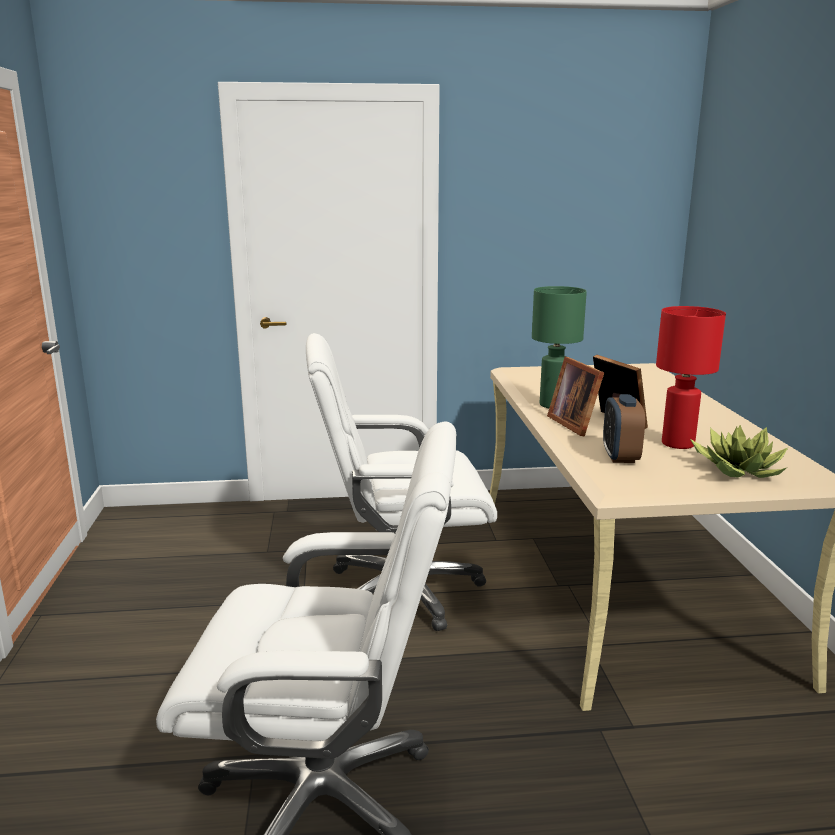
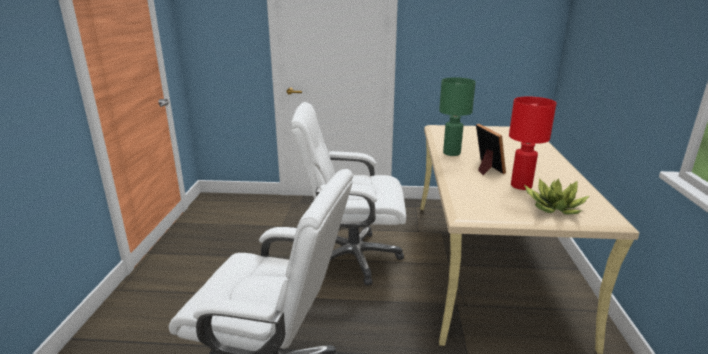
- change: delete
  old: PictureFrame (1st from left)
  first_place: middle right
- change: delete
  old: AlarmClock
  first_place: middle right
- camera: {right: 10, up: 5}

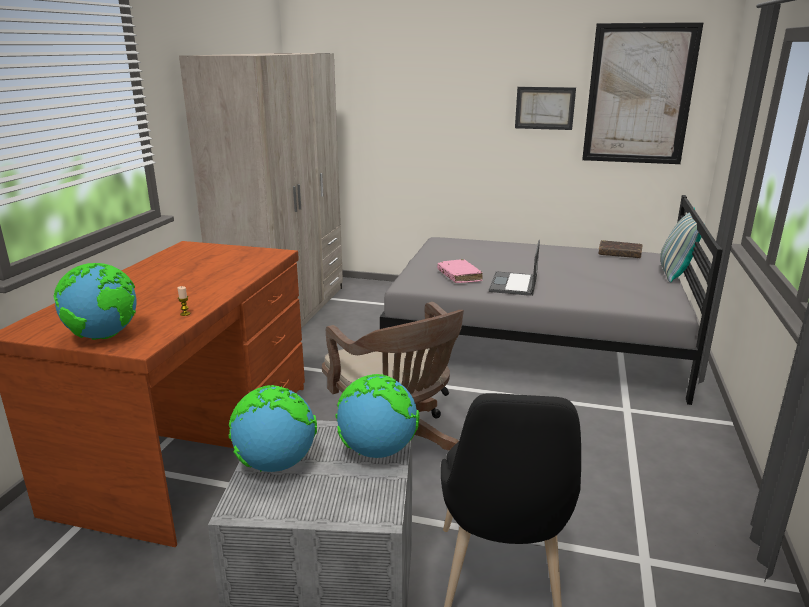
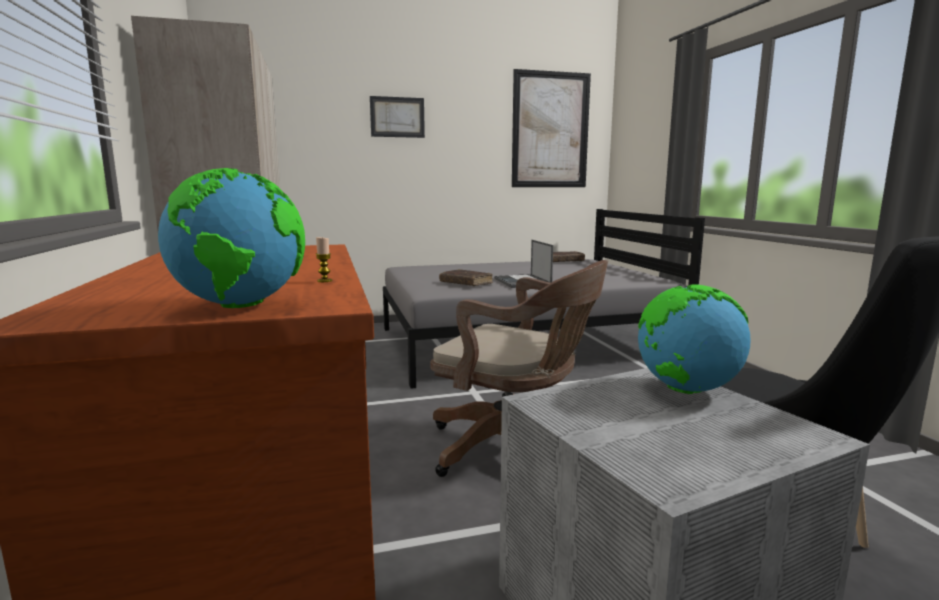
- change: move
  old: Picture (1st from left)
  first_place: top right
  second_place: top centre
- change: delete
  old: Pillow
  first_place: middle right
- change: recolor
  old: PinkBook
  new: BrownBook (1st from left)
  first_place: centre
  second_place: centre
- change: delete
  old: Globe (2nd from left)
  first_place: bottom centre
- camera: {right: -30, up: -10}

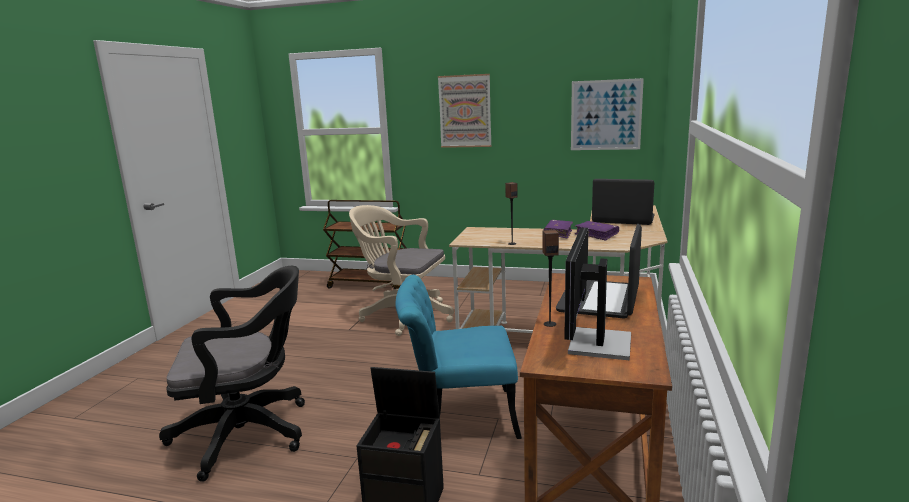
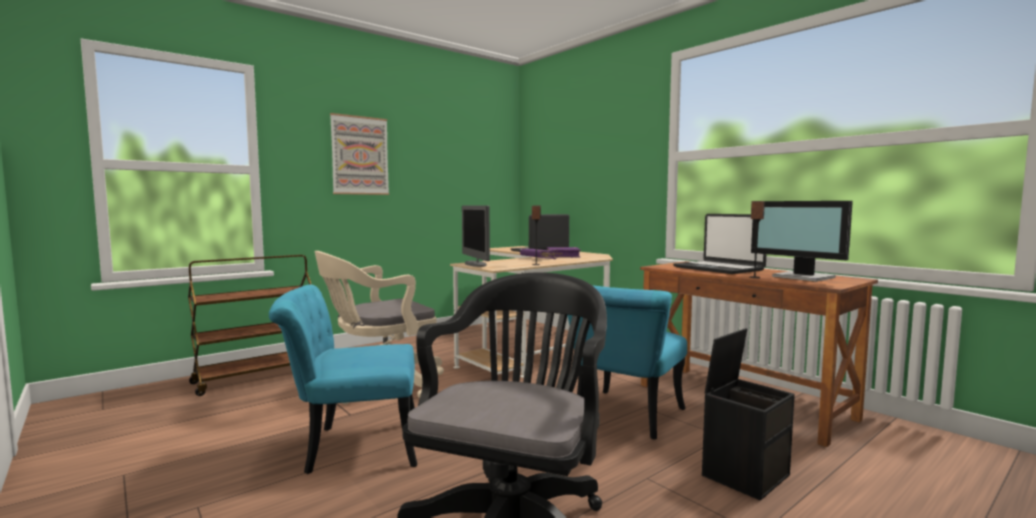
- change: delete
  old: Picture (2nd from left)
  first_place: top right
- change: insert
  new: Monitor (1st from left)
  second_place: centre
- change: insert
  new: TurquoiseChair (1st from left)
  second_place: bottom left
- camera: {right: -55, up: -10}

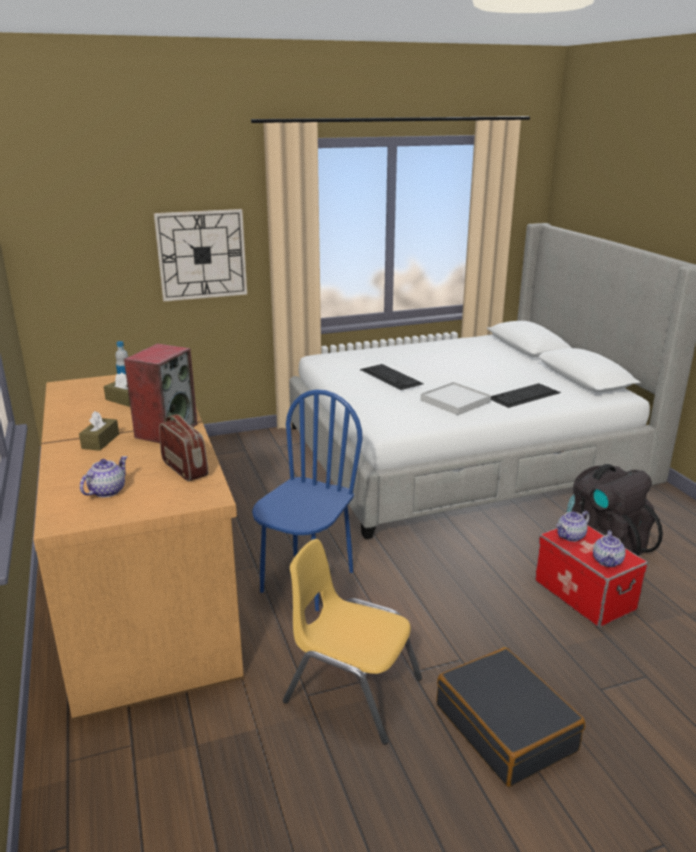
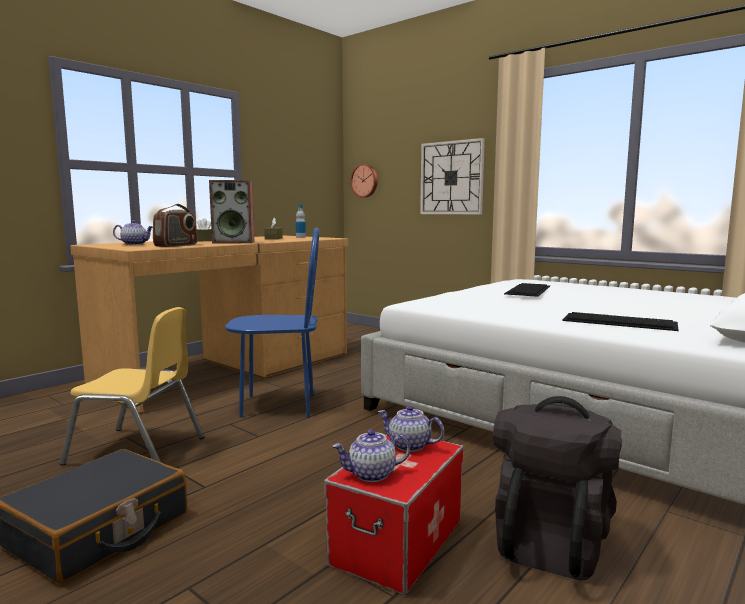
- change: delete
  old: WhiteTray
  first_place: centre
- change: rotate
  old: YellowChair
  first_place: bottom centre
  second_place: middle left
  degrees: 105
- change: insert
  new: WallClock (1st from left)
  second_place: top centre
- camera: {right: 60, up: -15}

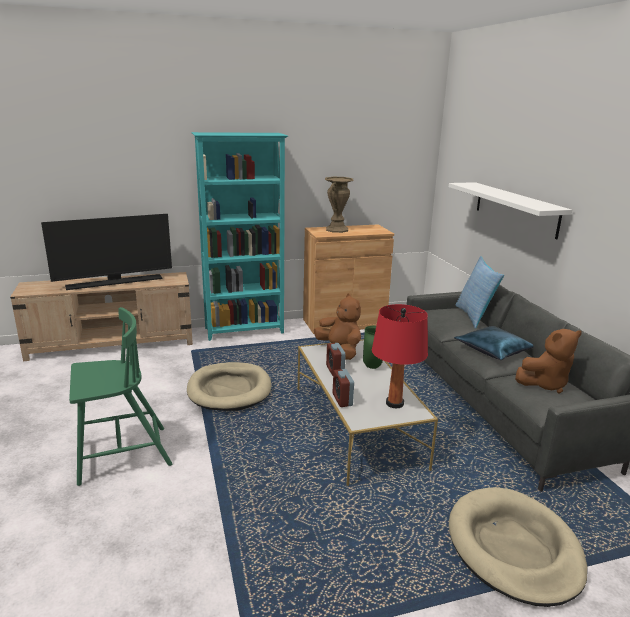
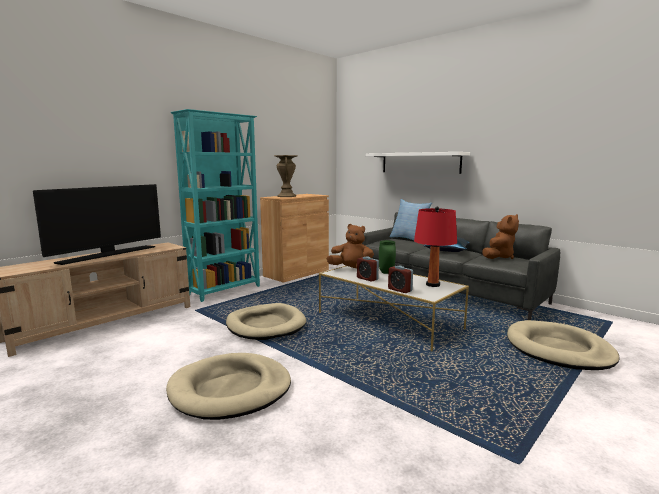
- change: replace
  old: GreenChair
  new: BeigeDogBed (1st from left)
  first_place: middle left
  second_place: bottom centre
- camera: {right: -30, up: -10}

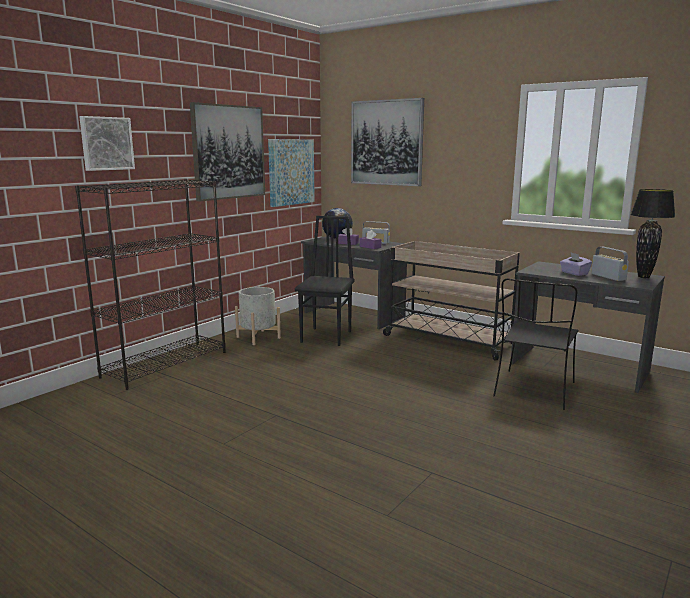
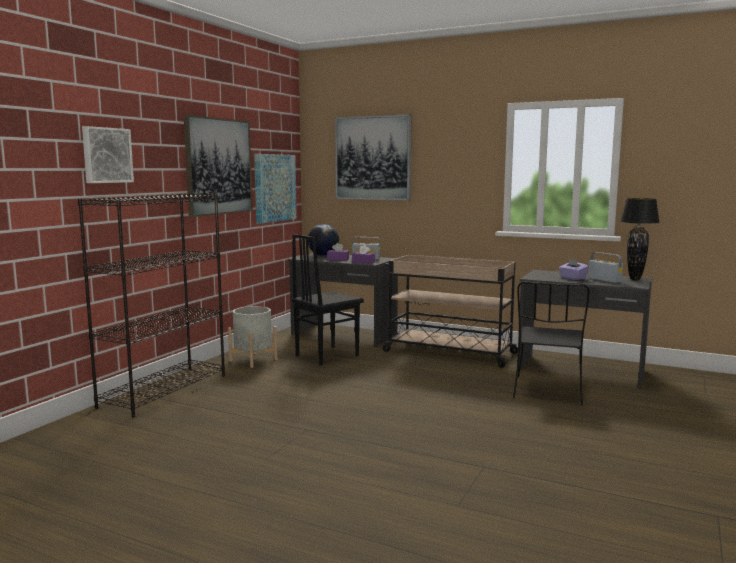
- change: rotate
  old: BlackChair (1st from left)
  first_place: centre
  second_place: centre
  degrees: -135
- camera: {right: -10, up: -5}

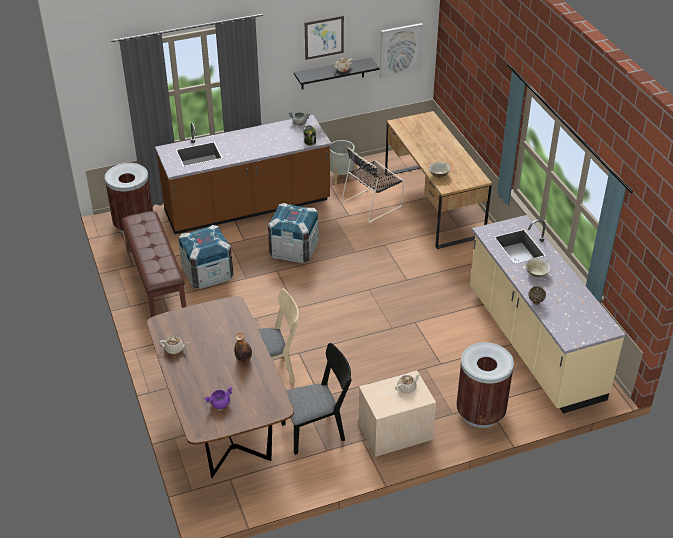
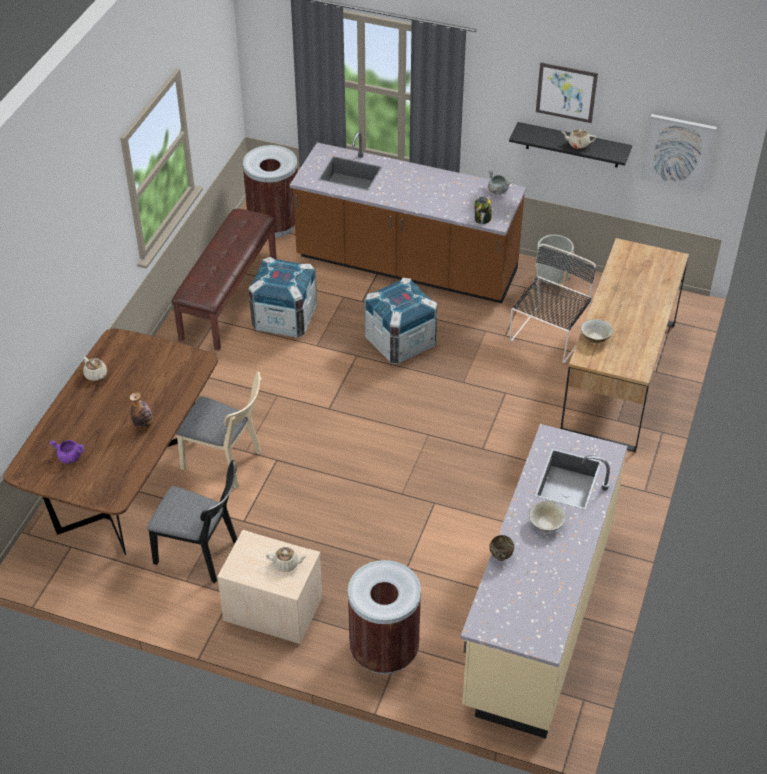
- change: rotate
  old: BlackChair (2nd from left)
  first_place: centre
  second_place: middle right
  degrees: 120
- camera: {right: 40, up: 5}

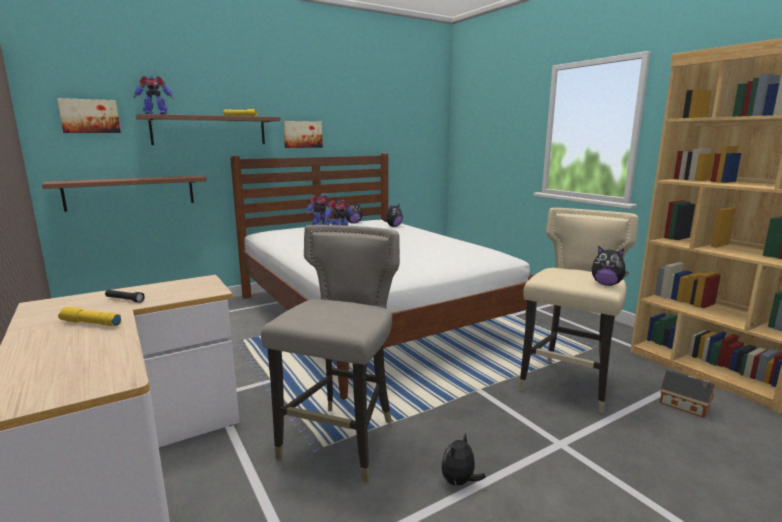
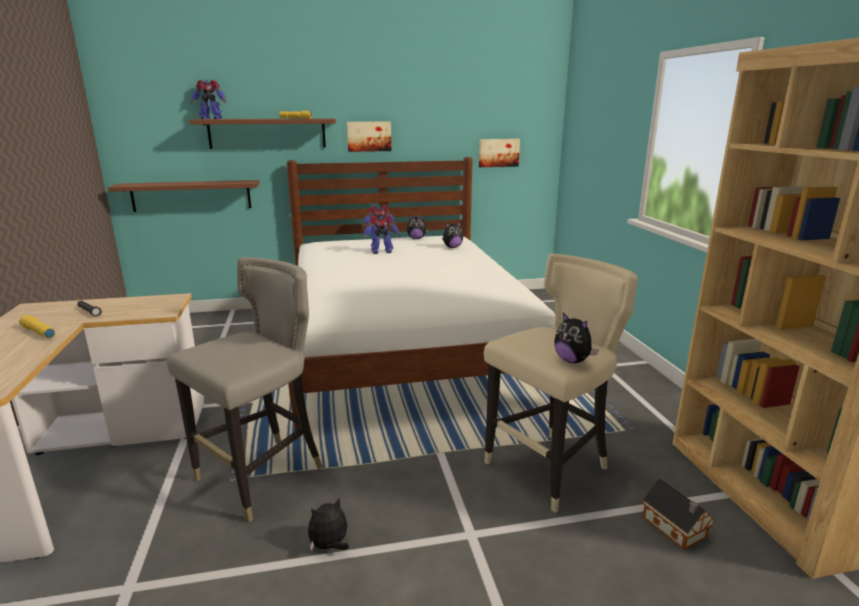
- change: move
  old: Picture (1st from left in the first image)
  new: Picture (2nd from left)
  first_place: top left
  second_place: top centre
- camera: {right: 20, up: 5}

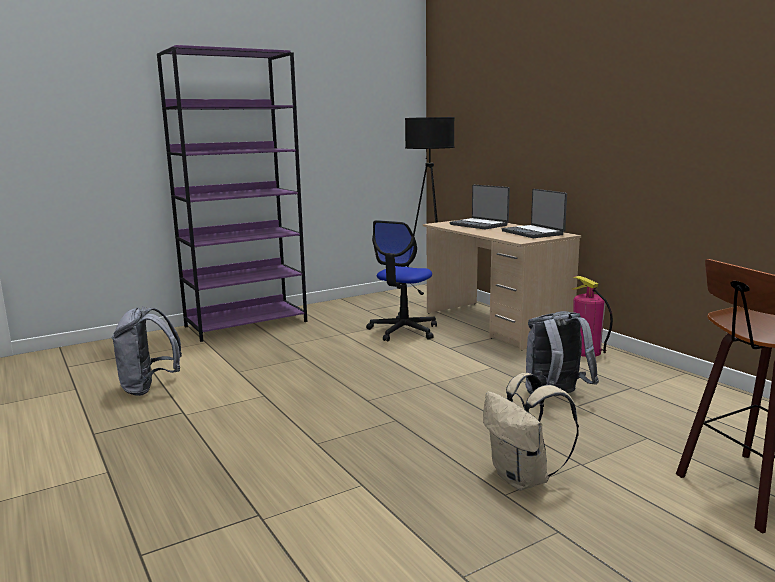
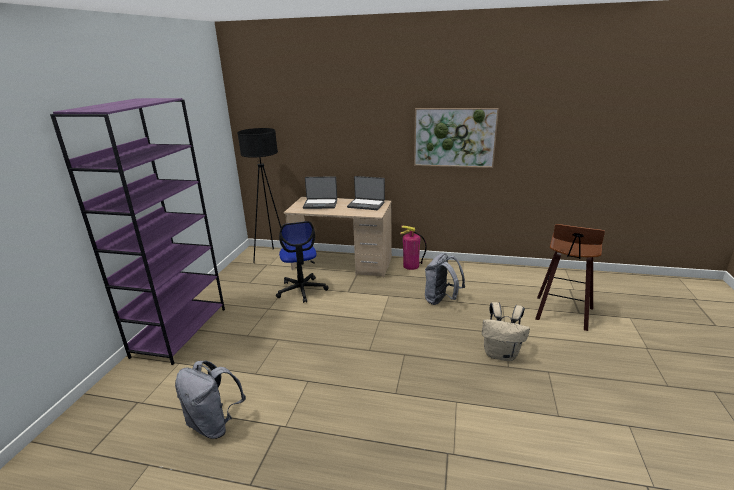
- change: insert
  new: Picture
  second_place: top centre
- camera: {right: -45, up: 10}

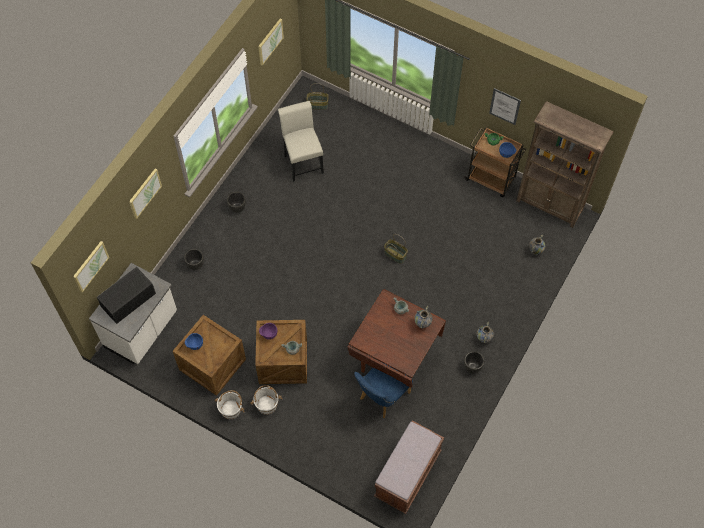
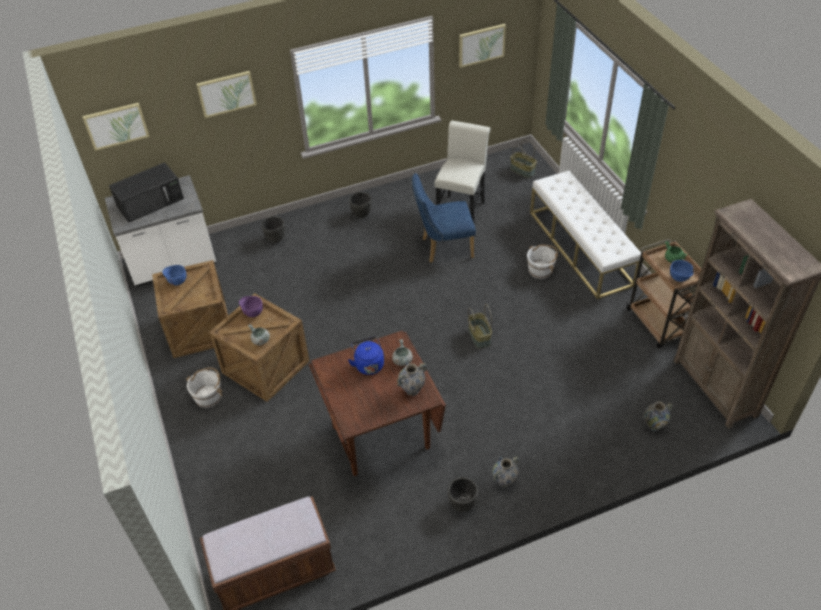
- change: delete
  old: Picture (4th from left)
  first_place: top right
- change: rotate
  old: BlackMicrowave
  first_place: middle left
  second_place: top left
  degrees: 150
- change: move
  old: BlueChair
  first_place: bottom centre
  second_place: centre
- change: move
  old: WhiteBucket (1st from left in the first image)
  new: WhiteBucket (2nd from left)
  first_place: bottom left
  second_place: centre
- change: insert
  new: WhiteBench
  second_place: middle right
- change: insert
  new: BlueKettle
  second_place: centre
- camera: {right: 40, up: -15}

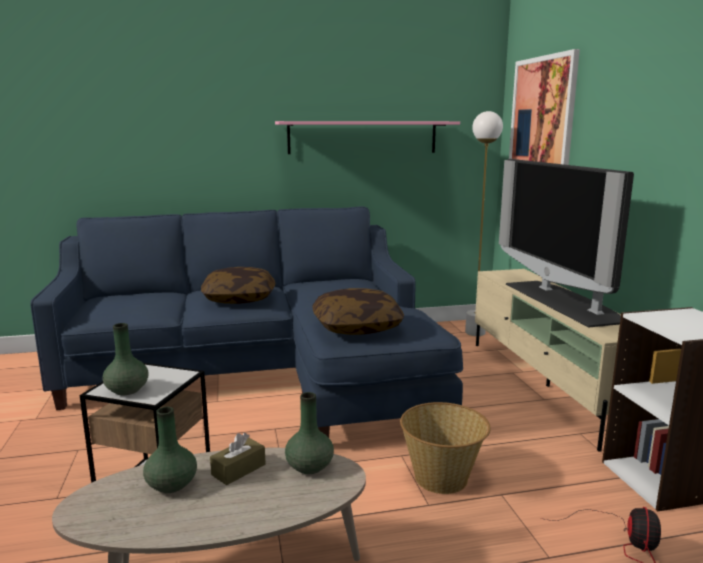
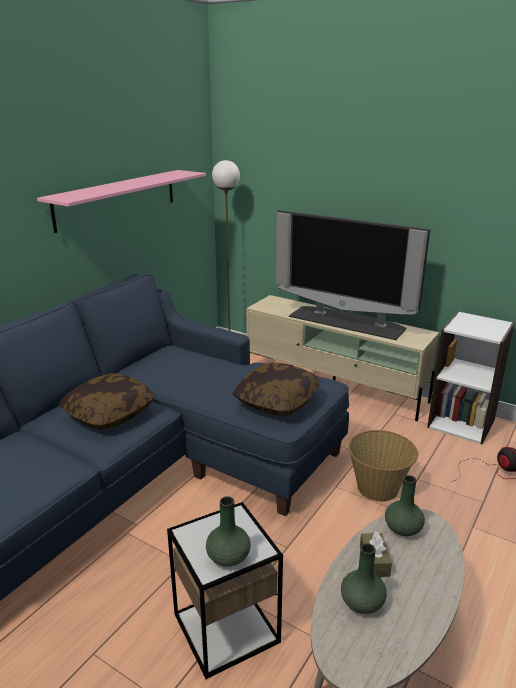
- change: delete
  old: Picture
  first_place: top right
- camera: {right: -45, up: 10}

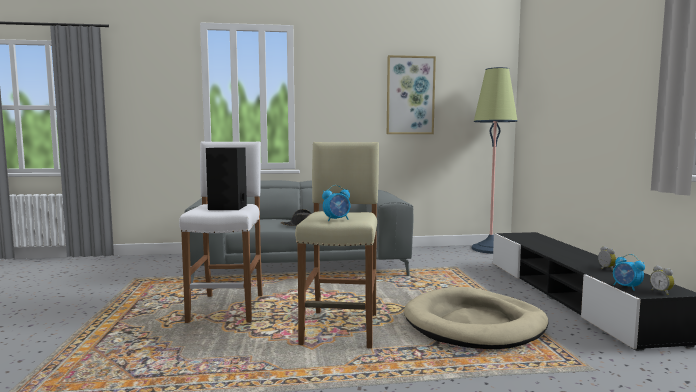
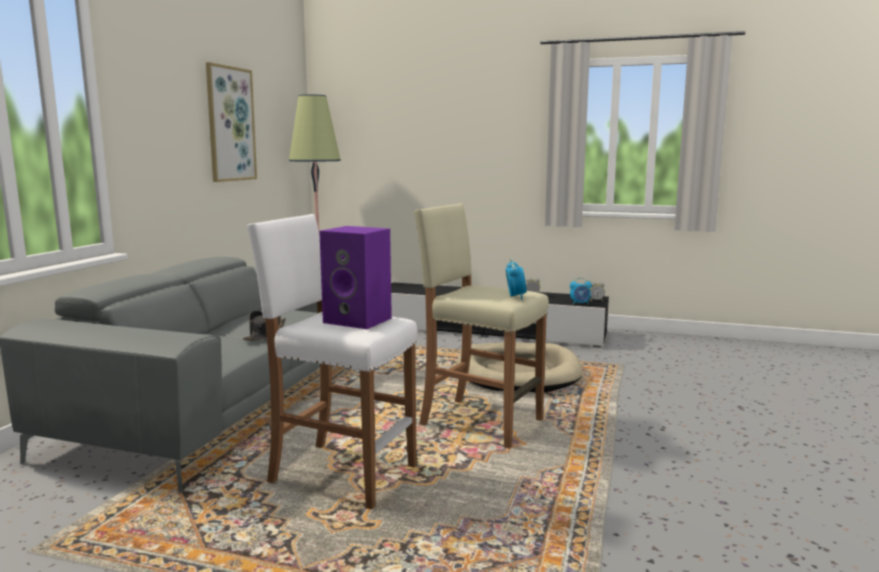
- change: recolor
  old: BlackSpeaker
  new: PurpleSpeaker
  first_place: middle left
  second_place: centre
- camera: {right: -65, up: 5}

